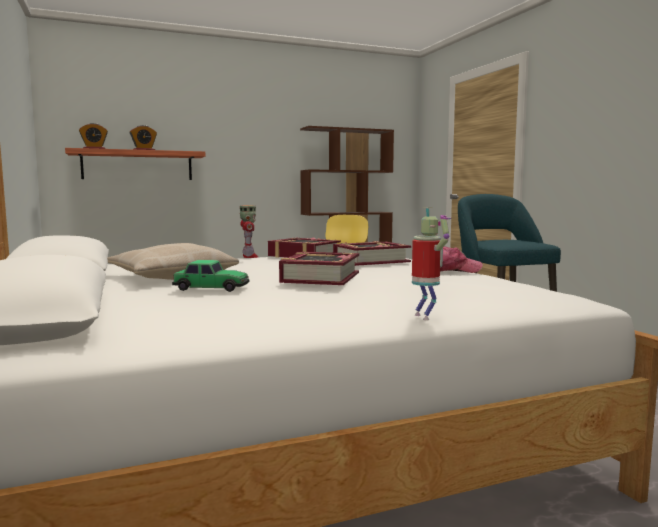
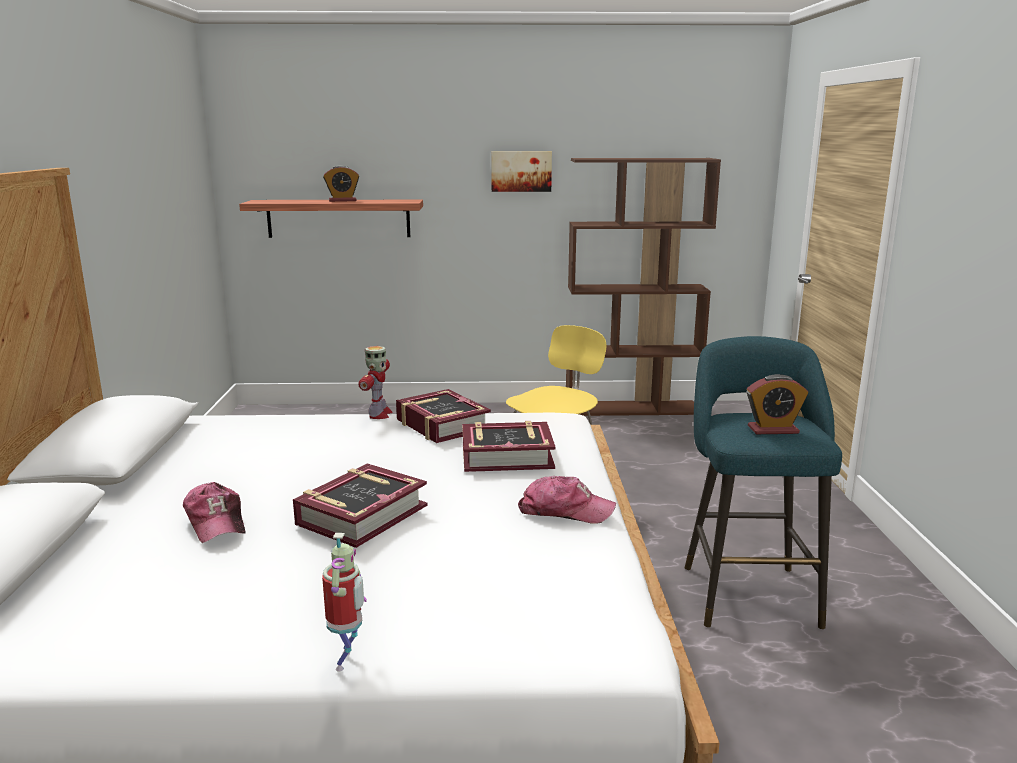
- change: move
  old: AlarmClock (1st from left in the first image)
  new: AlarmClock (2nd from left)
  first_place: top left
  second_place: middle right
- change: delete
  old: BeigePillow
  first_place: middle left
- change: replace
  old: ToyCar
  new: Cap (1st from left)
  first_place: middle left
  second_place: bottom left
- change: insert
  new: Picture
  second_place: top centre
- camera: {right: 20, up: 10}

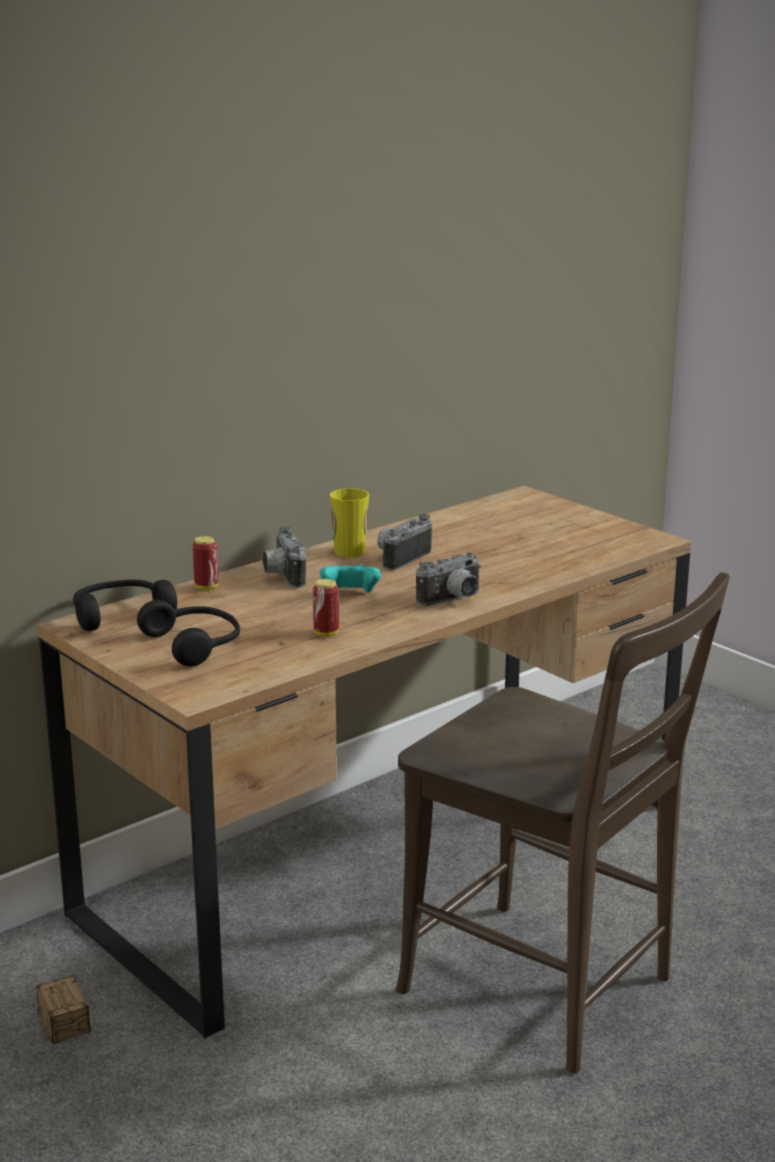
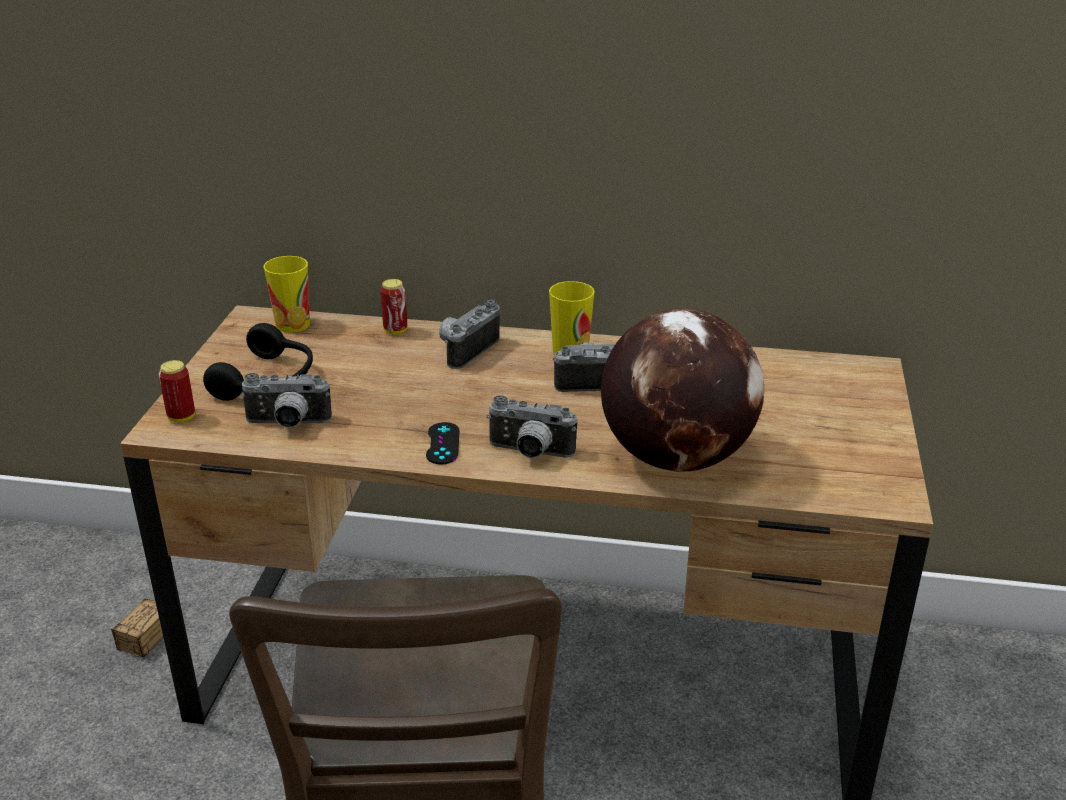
- change: delete
  old: TurquoiseGameController
  first_place: centre
- change: move
  old: Can (2nd from left in the first image)
  new: Can (1st from left)
  first_place: centre
  second_place: middle left
- change: replace
  old: BlackHeadphones (1st from left)
  new: Cup (1st from left)
  first_place: middle left
  second_place: middle left
- change: insert
  new: Globe
  second_place: centre
- change: insert
  new: PhotoCamera (1st from left)
  second_place: middle left
- change: insert
  new: BlackGameController
  second_place: centre
- camera: {right: 50, up: 10}

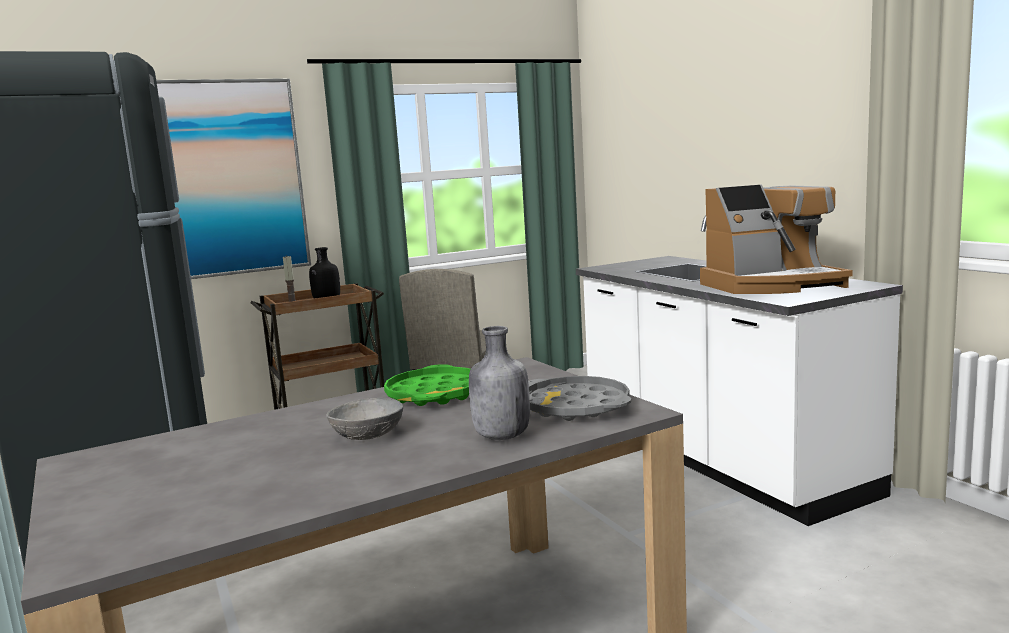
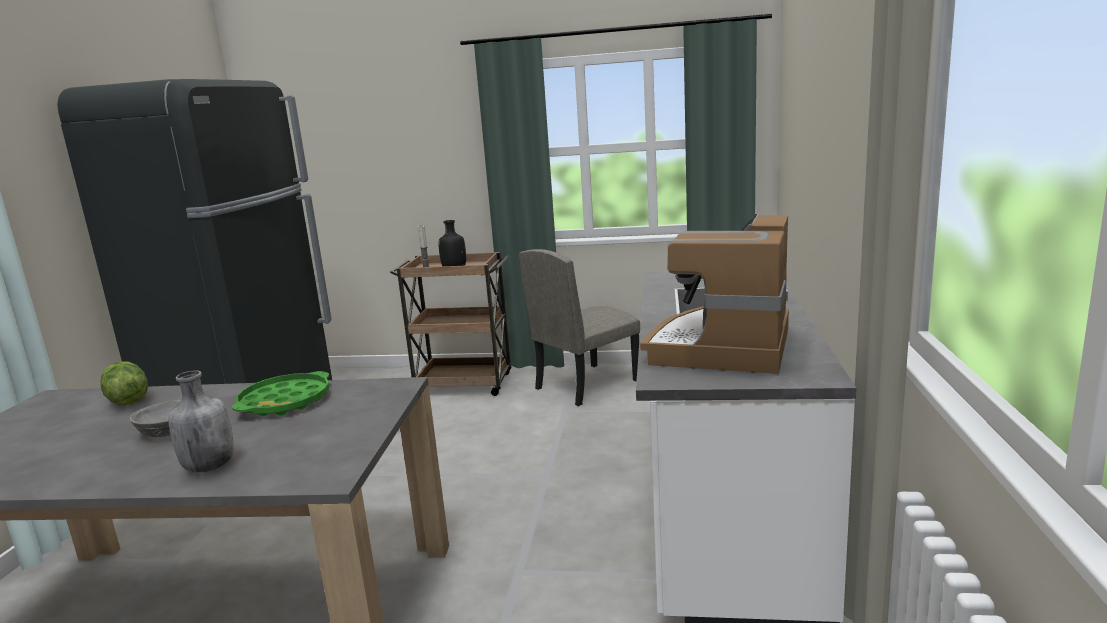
- change: delete
  old: Picture
  first_place: top left
- change: rotate
  old: CoffeeMachine
  first_place: middle right
  second_place: centre
  degrees: 90
- change: delete
  old: GreyTray
  first_place: centre
- change: insert
  new: Lettuce
  second_place: middle left
- camera: {right: 35, up: 5}

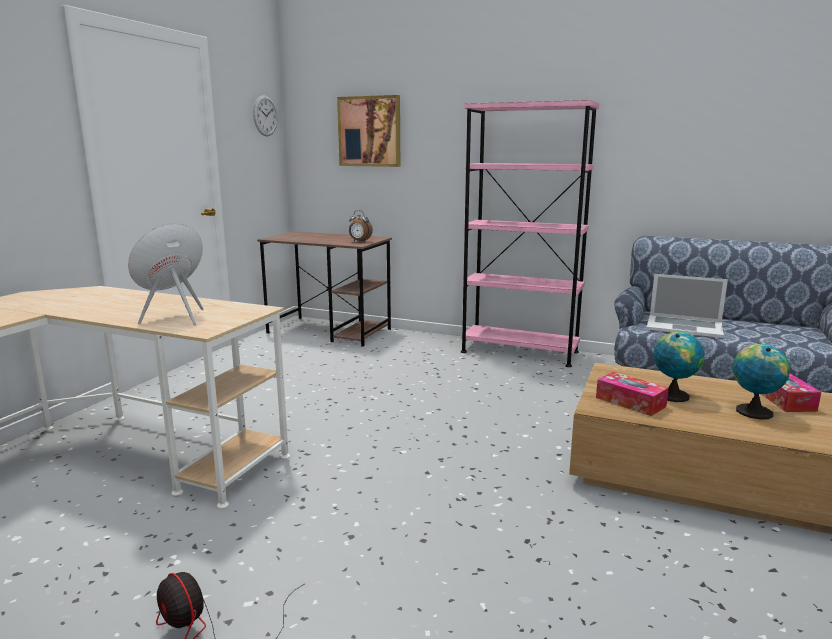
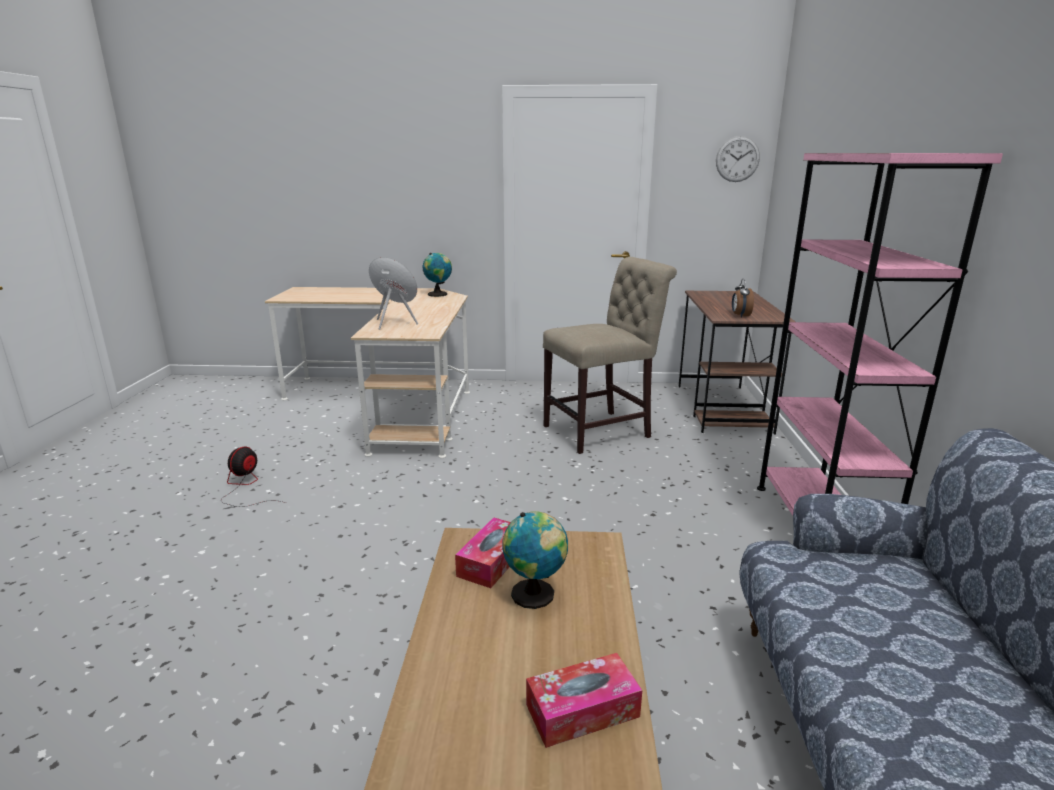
- change: delete
  old: Picture
  first_place: top centre
- change: delete
  old: Laptop
  first_place: middle right
- change: move
  old: Globe (2nd from left in the first image)
  new: Globe (1st from left)
  first_place: middle right
  second_place: centre
- change: insert
  new: BeigeChair
  second_place: centre
- camera: {right: 70, up: 5}

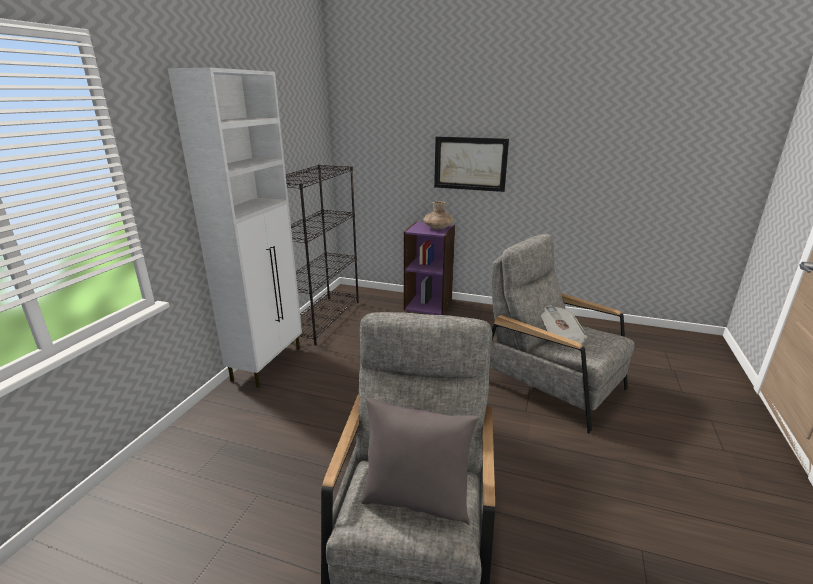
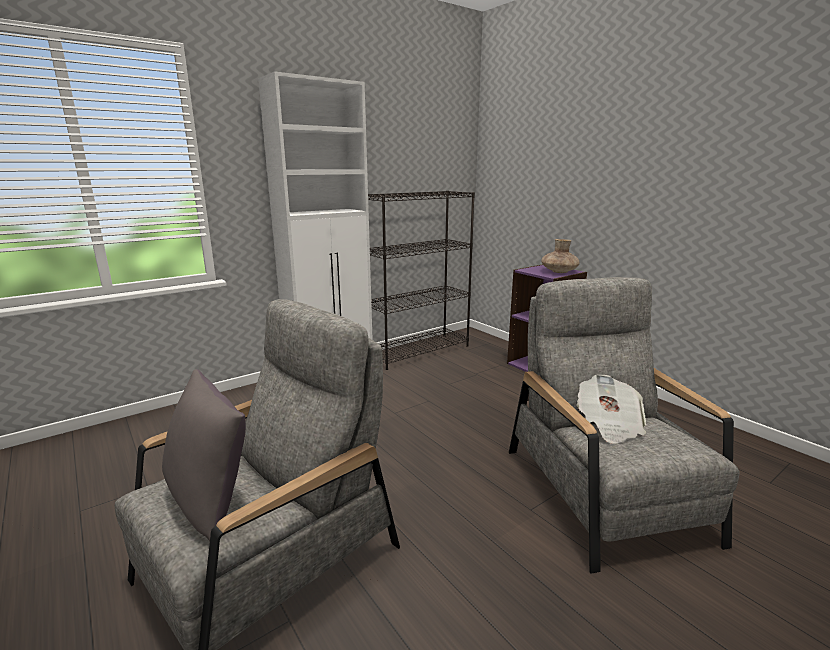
- change: delete
  old: Picture
  first_place: top centre
- camera: {right: 35, up: -5}

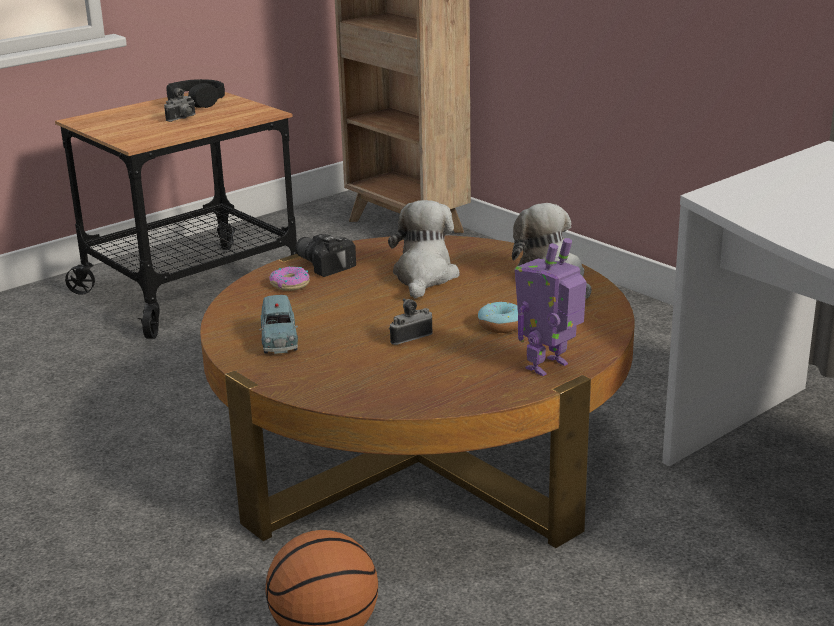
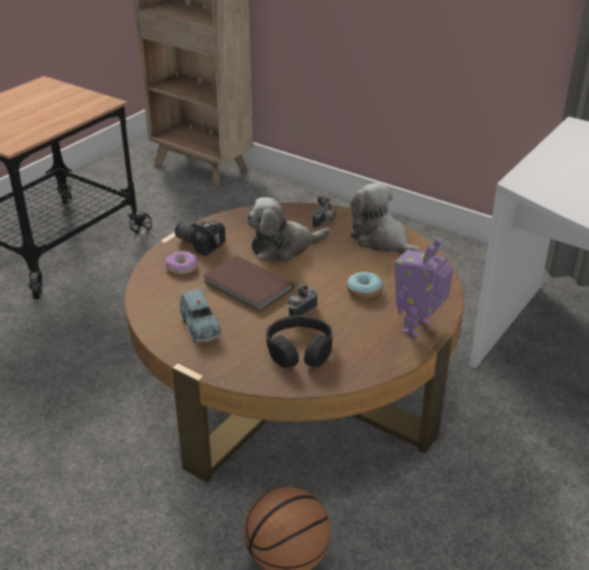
- change: move
  old: BlackHeadphones
  first_place: top left
  second_place: centre
- change: move
  old: PhotoCamera (1st from left in the first image)
  new: PhotoCamera (3rd from left)
  first_place: top left
  second_place: centre
- change: rotate
  old: PlushToy (1st from left)
  first_place: centre
  second_place: centre
  degrees: -105
- change: insert
  new: BrownBook
  second_place: centre
- camera: {right: -15, up: 10}

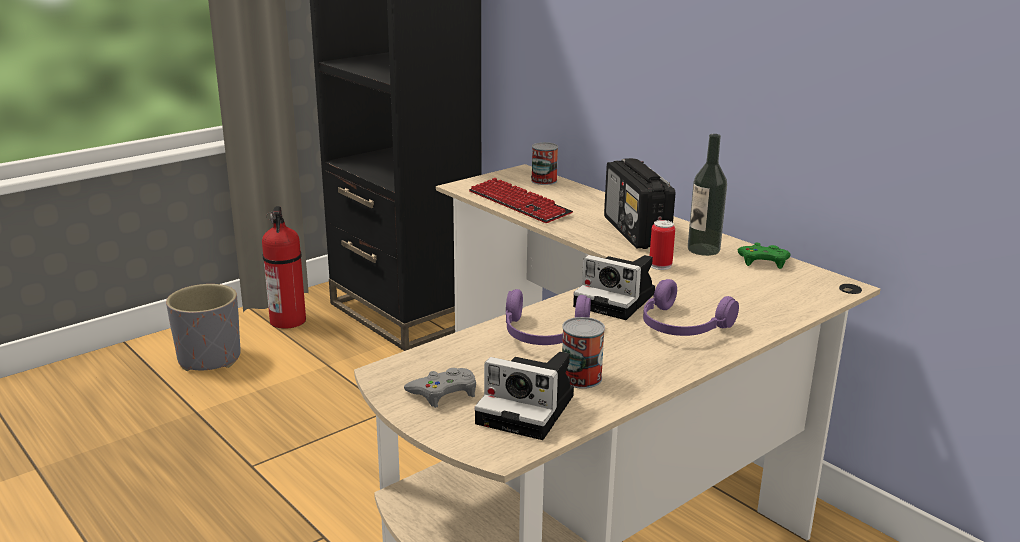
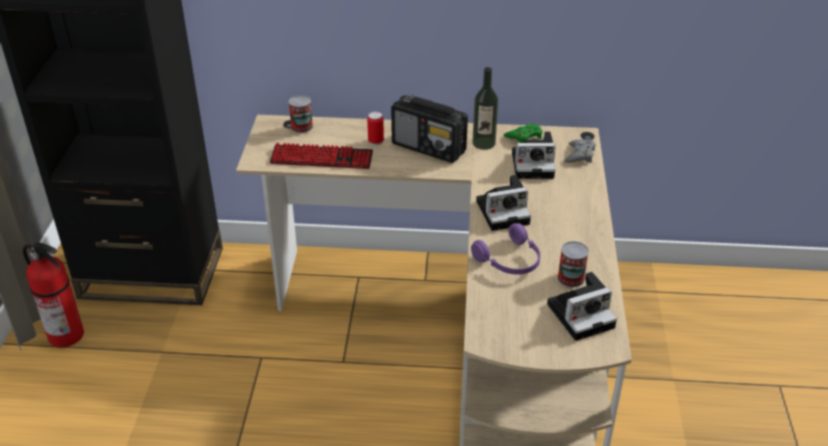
- change: move
  old: Can (3rd from left in the first image)
  new: Can (2nd from left)
  first_place: centre
  second_place: top centre
- change: delete
  old: PurpleHeadphones (2nd from left)
  first_place: middle right
- change: delete
  old: GreyPlanter
  first_place: middle left
- change: move
  old: GreyGameController
  first_place: bottom centre
  second_place: middle right
- change: insert
  new: PhotoCamera (2nd from left)
  second_place: centre
- camera: {right: -45, up: 15}

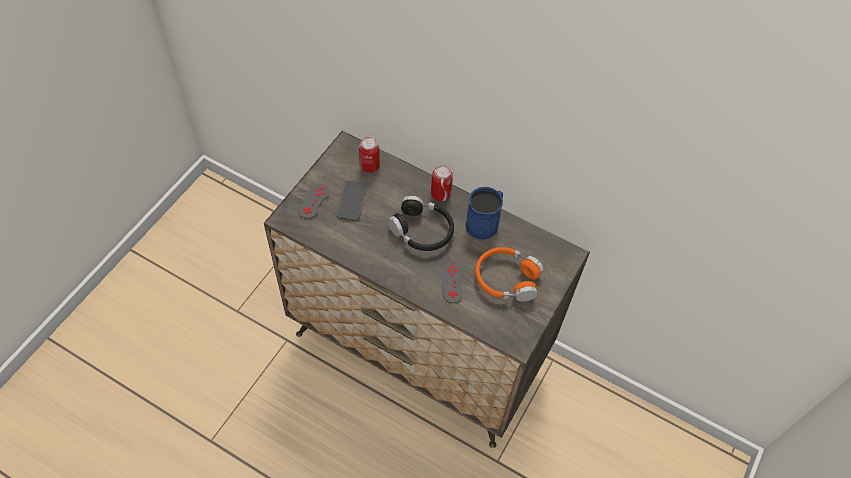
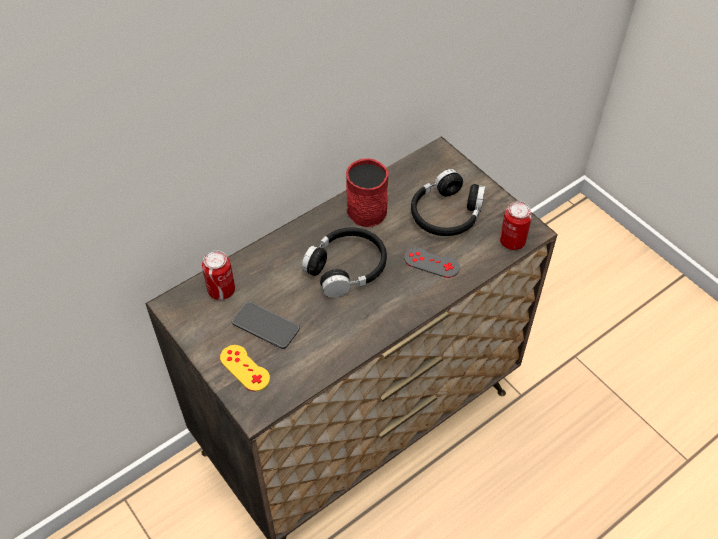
- change: move
  old: Can (2nd from left)
  first_place: centre
  second_place: middle right
- change: recolor
  old: GreyGameController (1st from left)
  new: YellowGameController
  first_place: centre
  second_place: bottom centre
- change: recolor
  old: BlueMug
  new: RedMug
  first_place: centre
  second_place: centre
- change: recolor
  old: OrangeHeadphones
  new: BlackHeadphones (2nd from left)
  first_place: centre
  second_place: centre
- camera: {right: -65, up: -5}

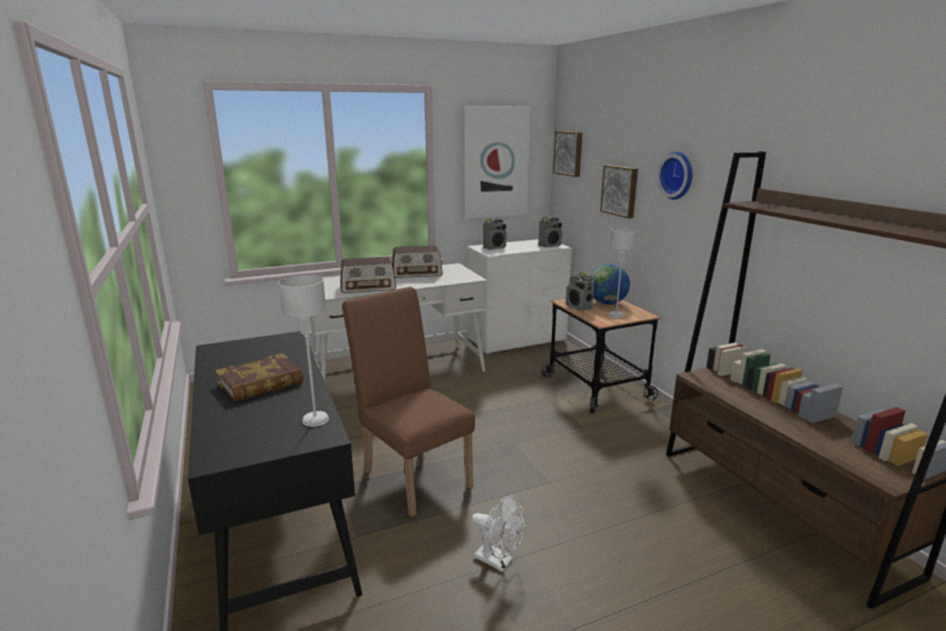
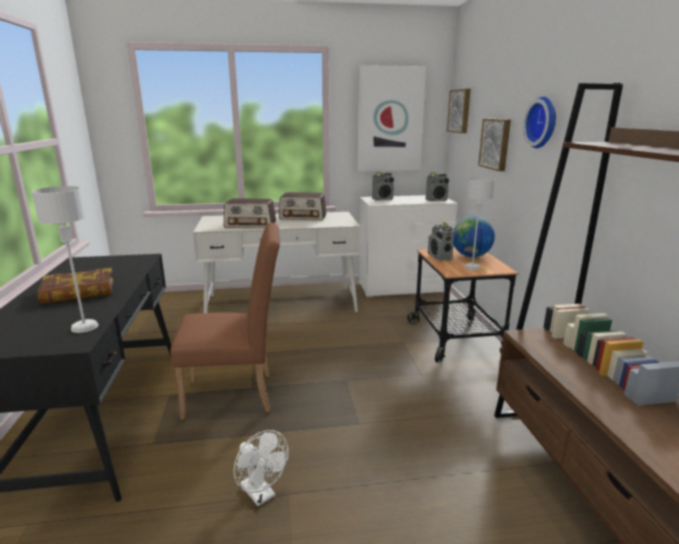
- change: rotate
  old: BrownChair
  first_place: centre
  second_place: middle left
  degrees: 105
- camera: {right: 15, up: 0}

